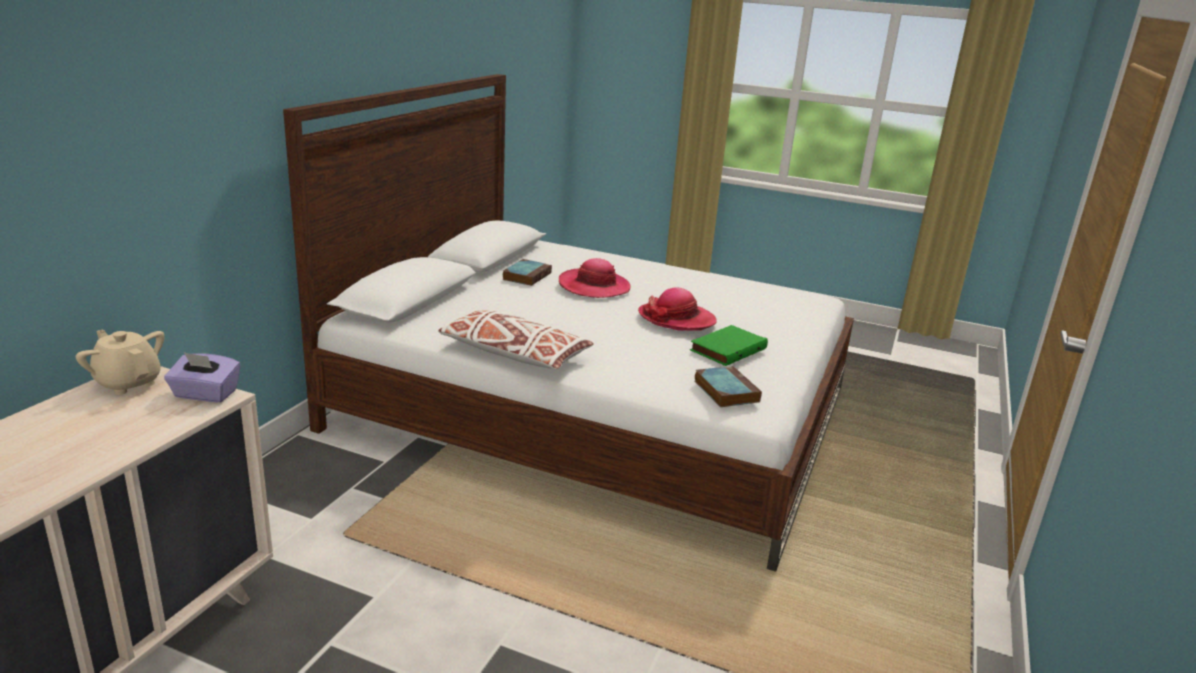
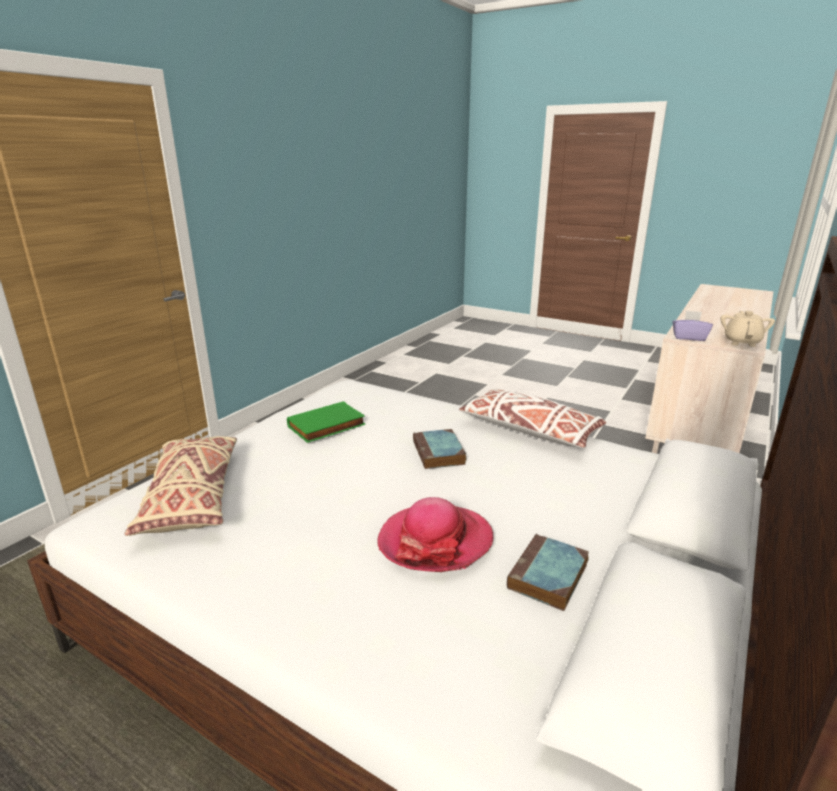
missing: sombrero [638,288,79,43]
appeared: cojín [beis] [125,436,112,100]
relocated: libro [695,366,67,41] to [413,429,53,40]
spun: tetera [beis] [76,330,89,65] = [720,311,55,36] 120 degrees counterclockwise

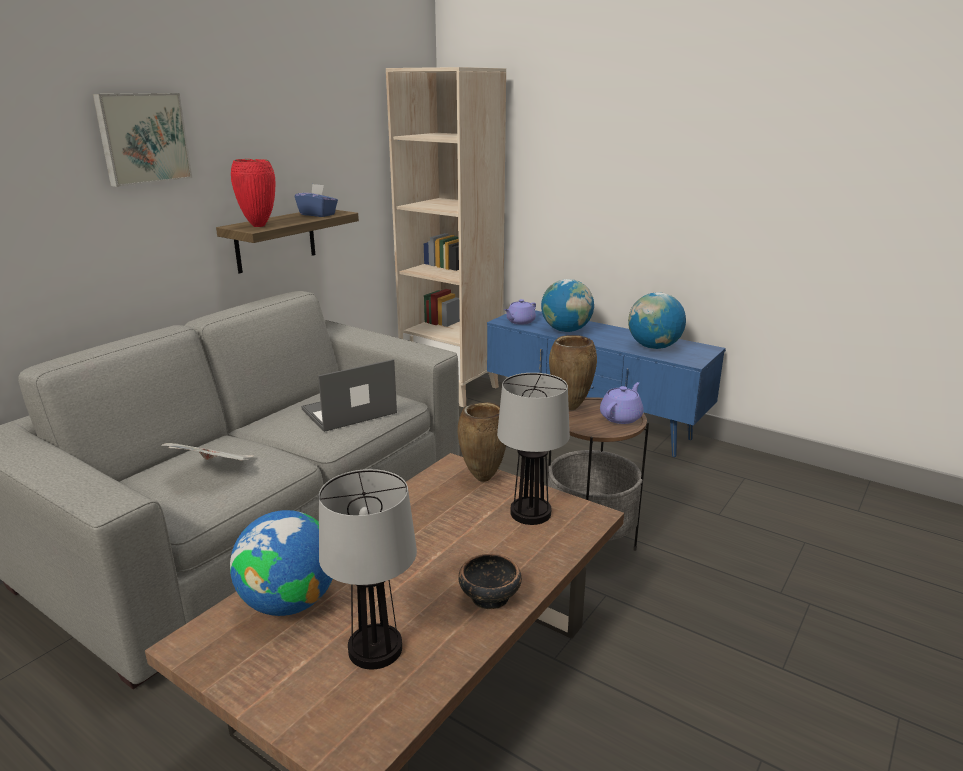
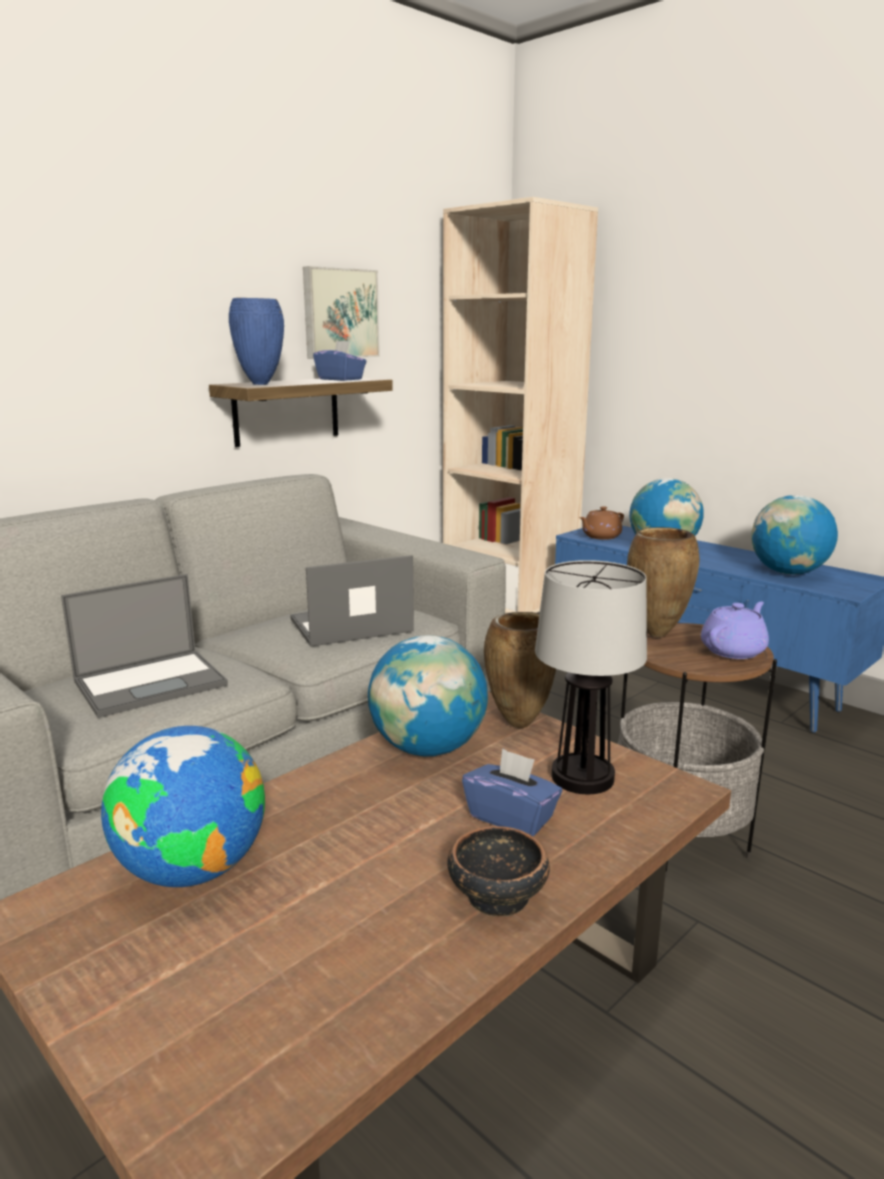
missing: lámpara de mesa [319,469,98,201]
appeared: globo terráqueo [368,635,120,121]; caja de pañuelos [azul] [462,748,100,89]
relocated: cuadro [93,93,99,94] to [303,266,77,93]
exchanged: periódico [161,443,92,17] to portátil [61,574,167,144]
colour: florero [rojo] [231,159,45,68] to florero [azul] [229,298,55,87]; tetera [morado] [504,299,32,26] to tetera [marrón] [579,506,45,34]

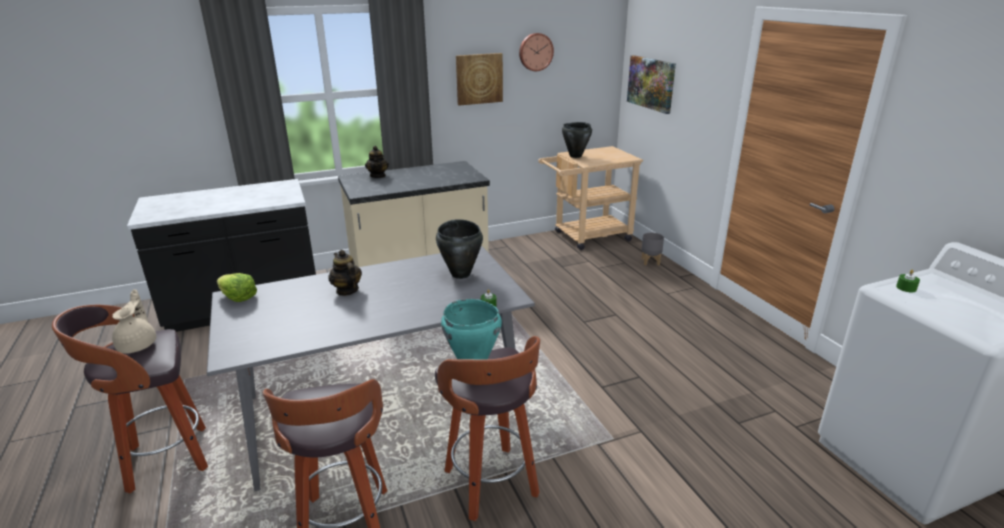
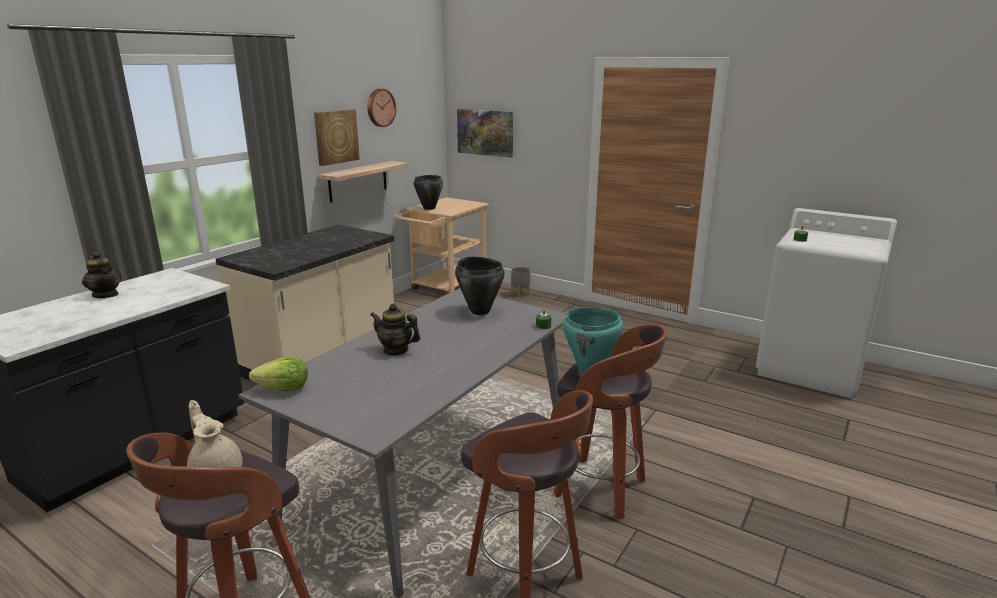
appeared: estante [319,161,90,42]
relocated: tetera [365,146,24,32] to [82,252,39,46]

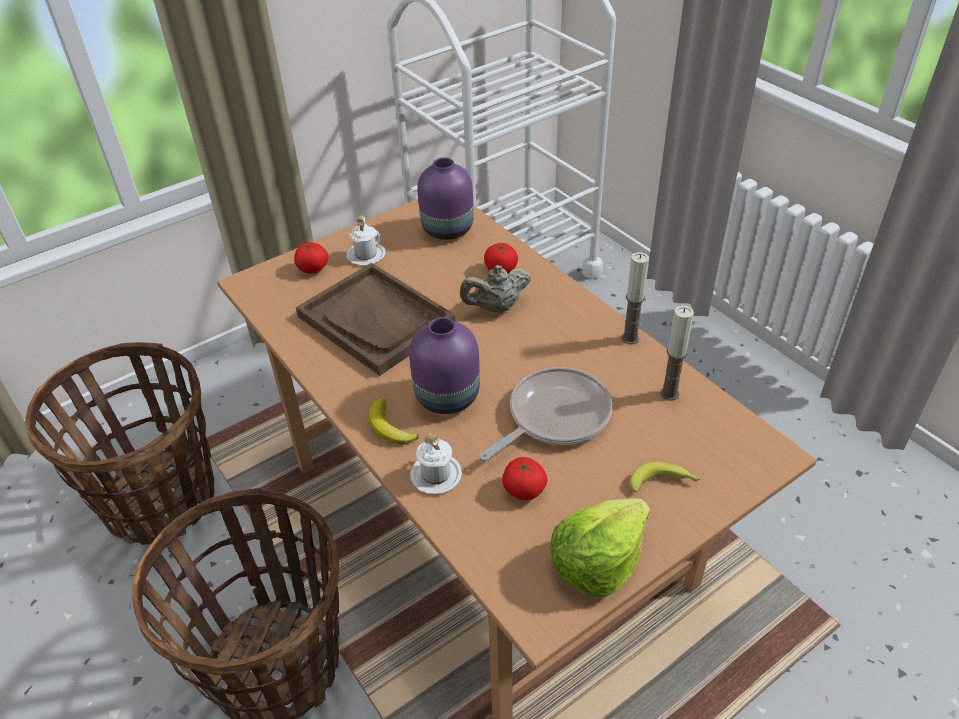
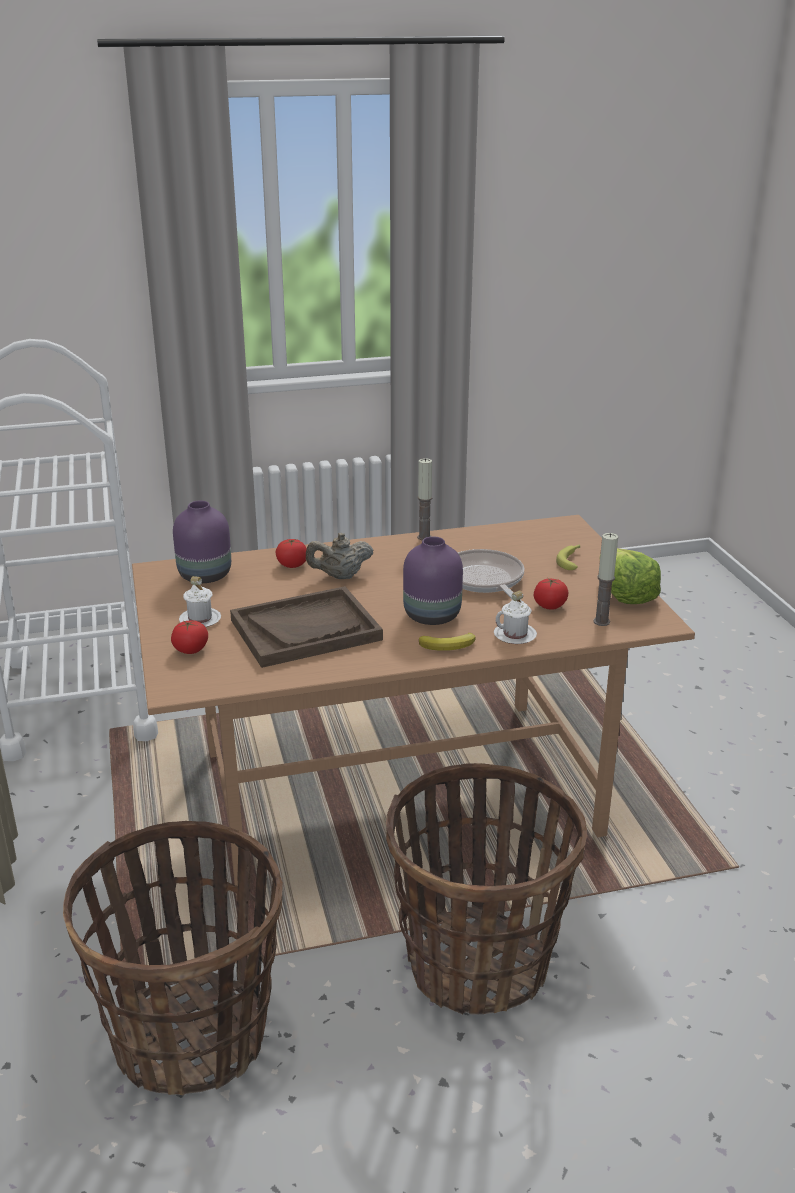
relocated: vela [660,306,34,95] to [593,533,25,93]
spun: tetera [beis] [460,265,71,47] = [306,533,67,46] 75 degrees clockwise

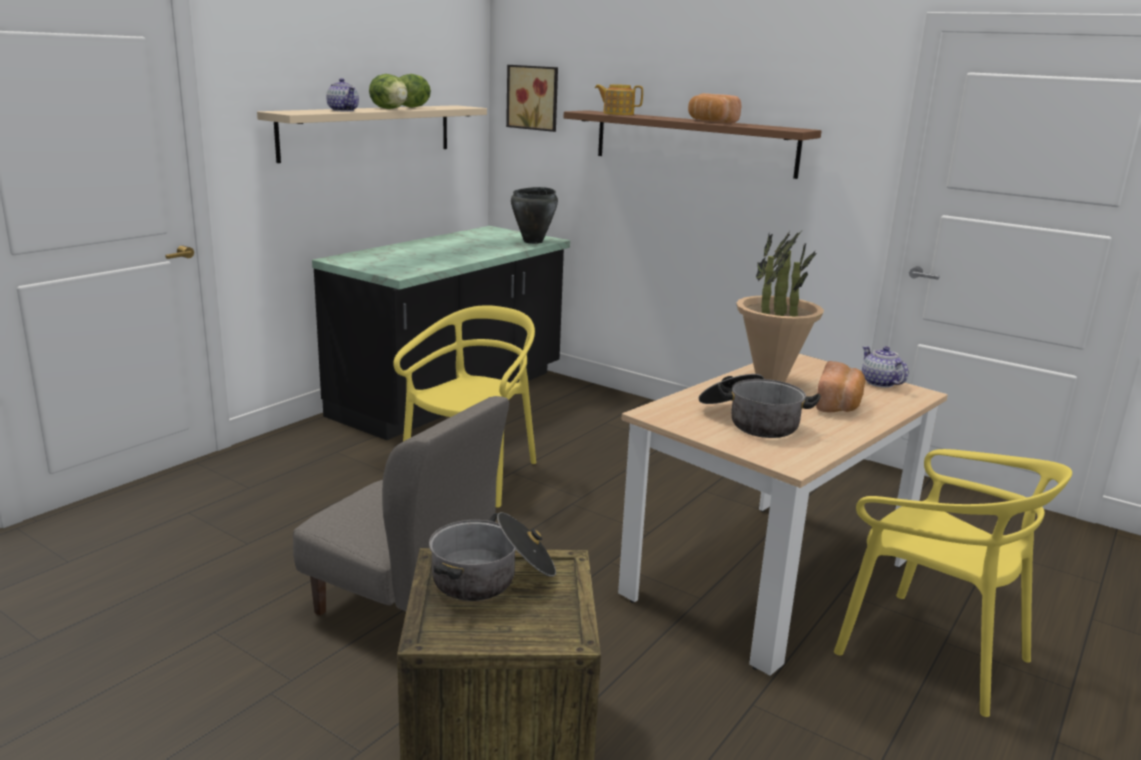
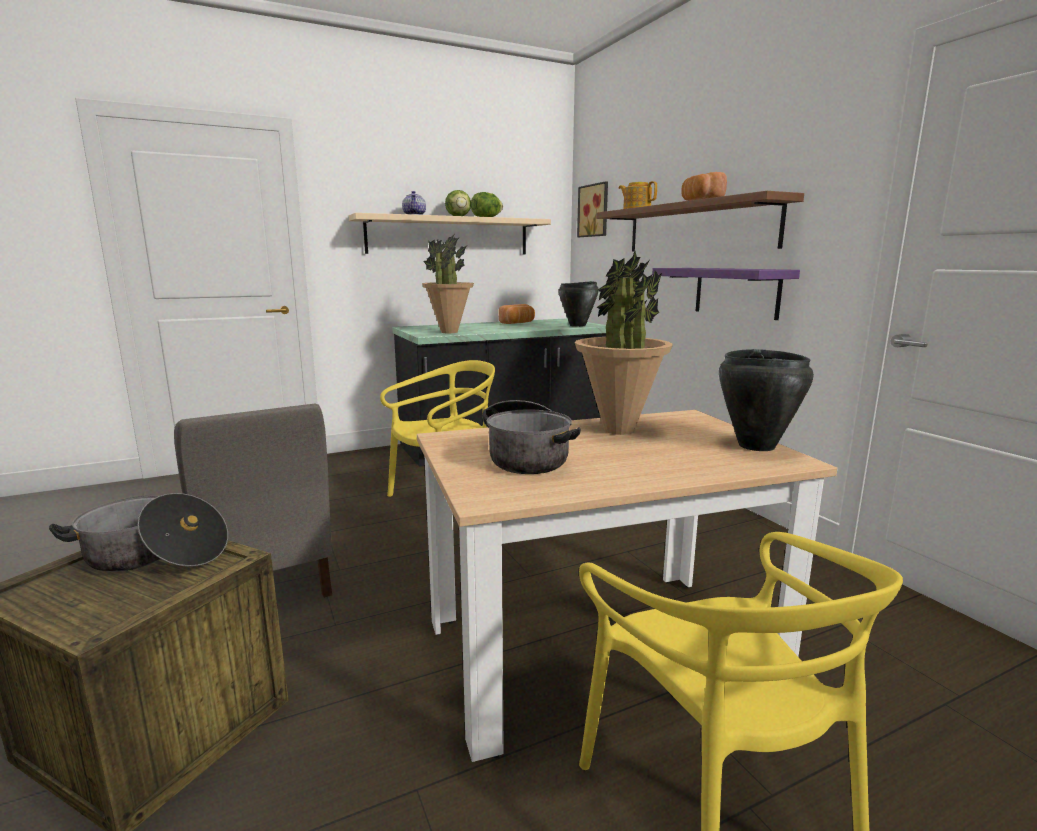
appeared: planta en maceta [422,234,52,99]; estante [morado] [652,268,148,52]
relocated: pan [816,361,49,51] to [498,304,37,20]
exchanged: tetera [862,346,46,42] to olla [negro] [719,349,95,102]

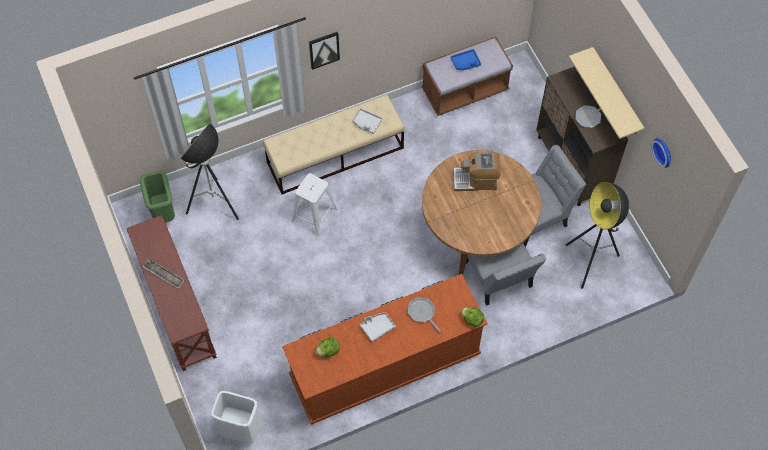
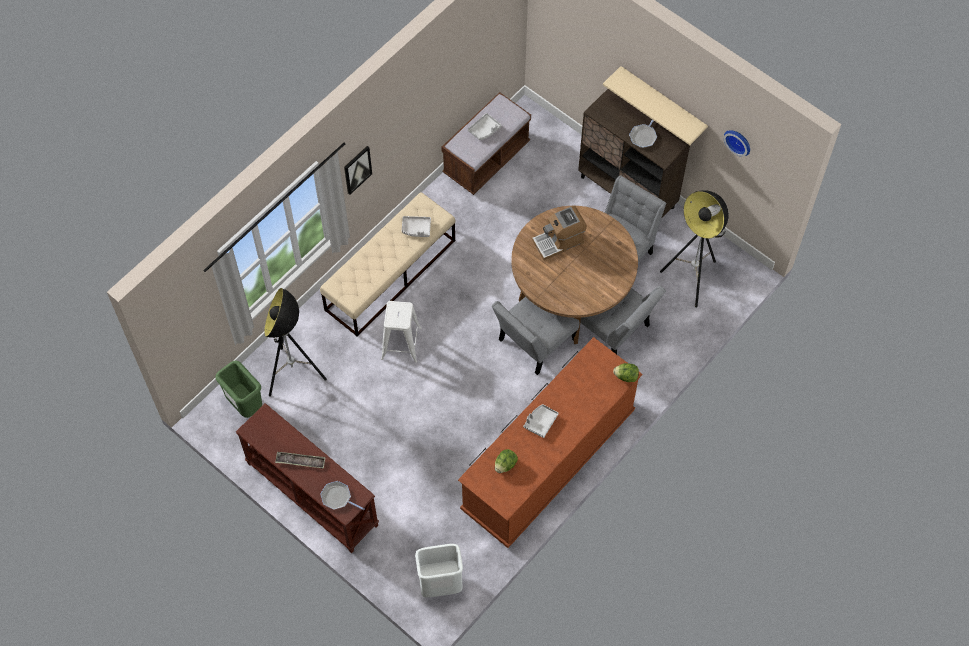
appeared: silla [gris] [492,296,87,79]
relocated: sartén [408,297,33,35] to [320,481,45,29]
colour: bandeja [azul] [451,49,30,21] to bandeja [gris] [468,113,34,27]

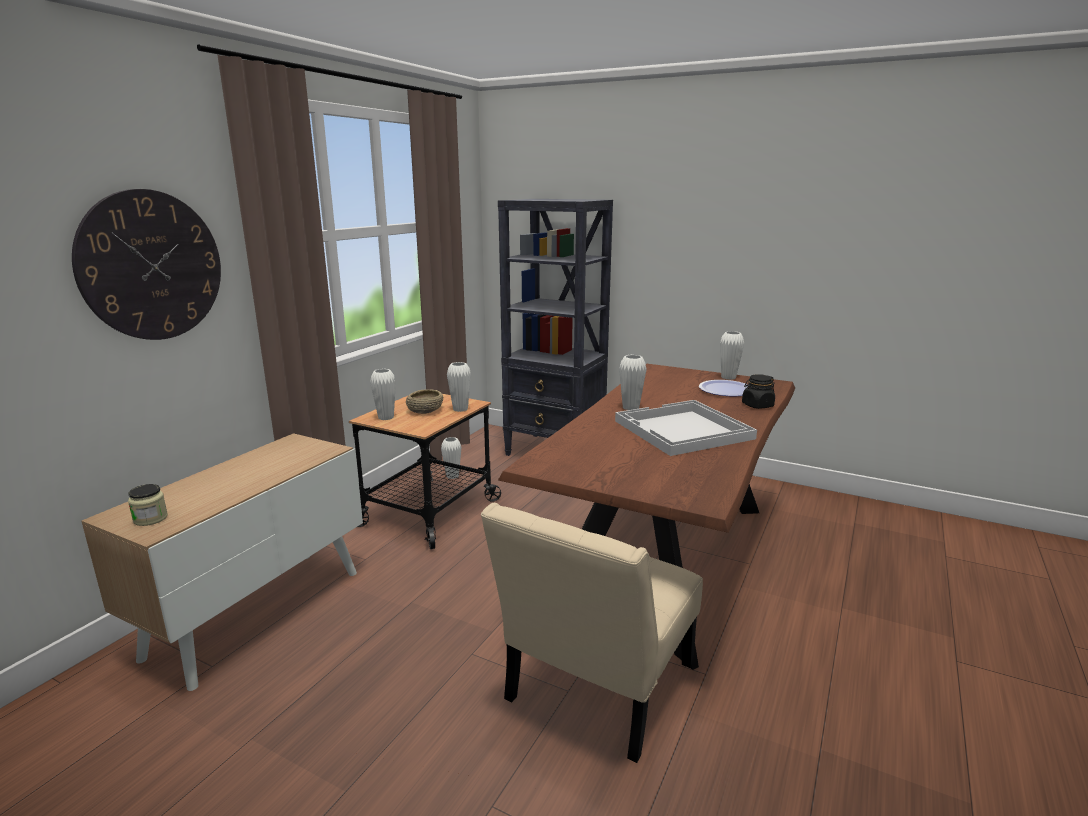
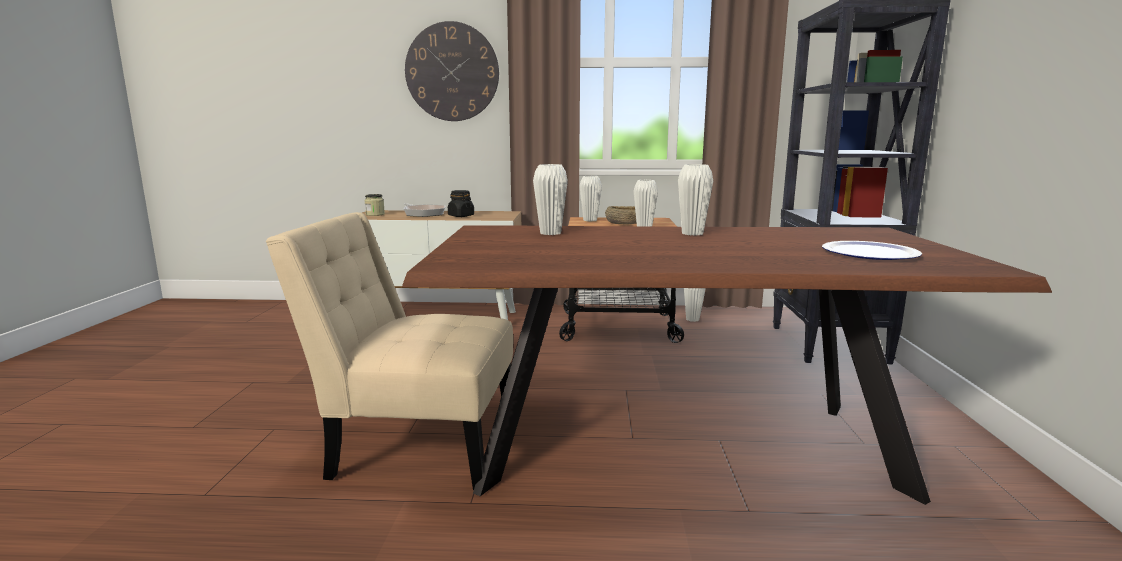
missing: bandeja [blanco] [615,400,142,56]
appeared: sartén [403,203,43,14]
relocated: florero [blanco] [720,331,24,49] to [533,164,35,71]; tarro [negro] [742,374,33,35] to [448,190,26,27]

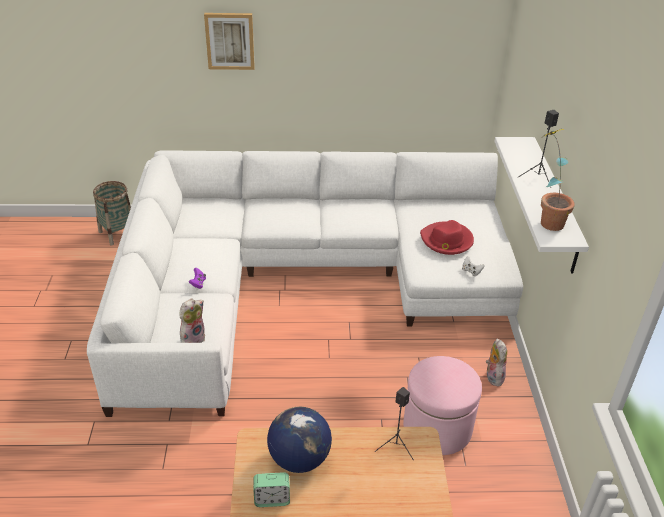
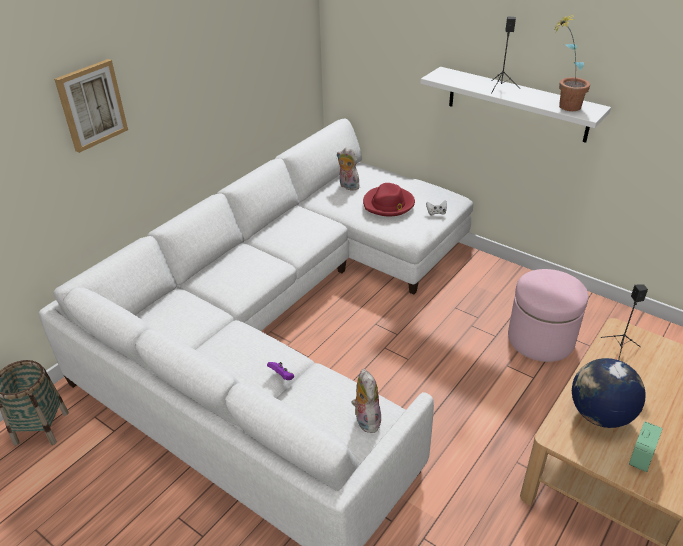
relocated: peluche [486,338,21,49] to [337,148,23,43]

